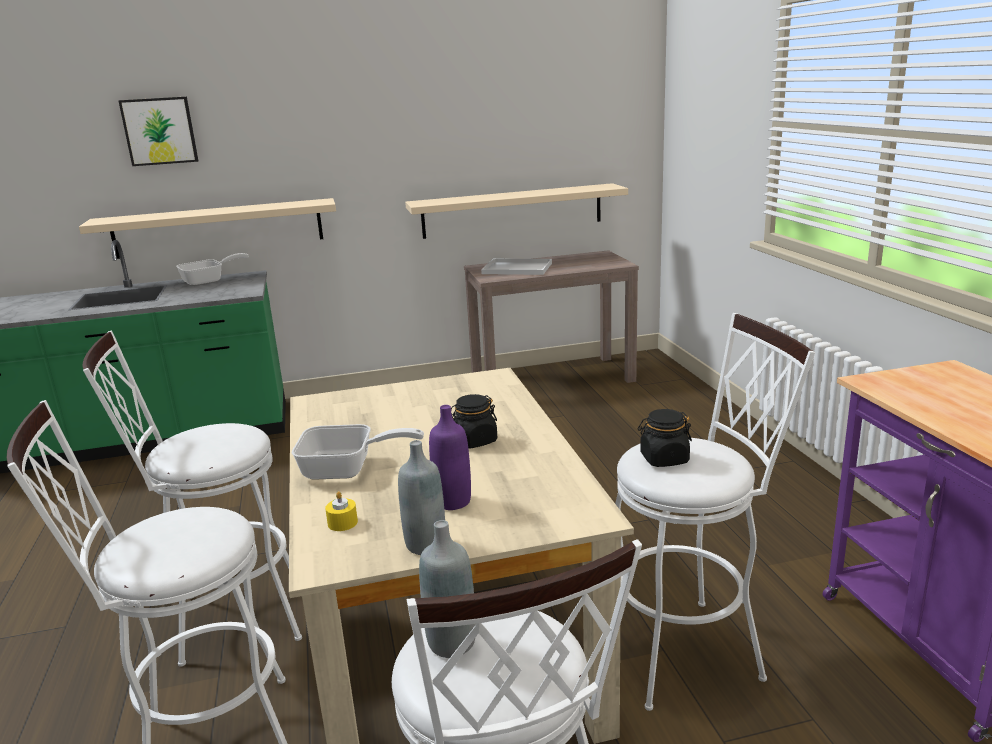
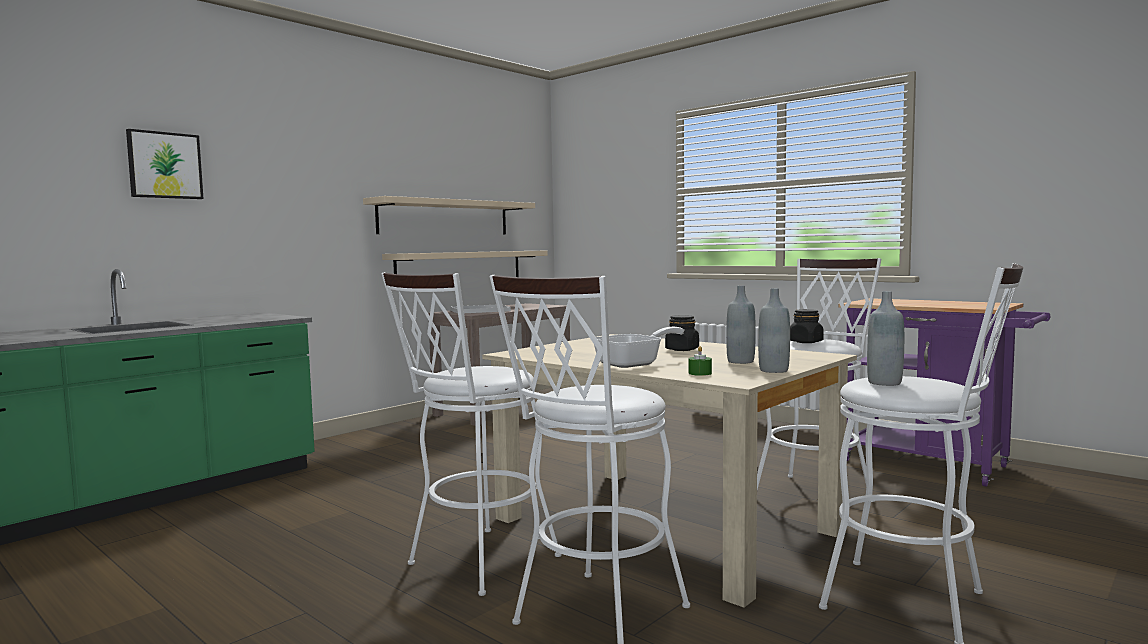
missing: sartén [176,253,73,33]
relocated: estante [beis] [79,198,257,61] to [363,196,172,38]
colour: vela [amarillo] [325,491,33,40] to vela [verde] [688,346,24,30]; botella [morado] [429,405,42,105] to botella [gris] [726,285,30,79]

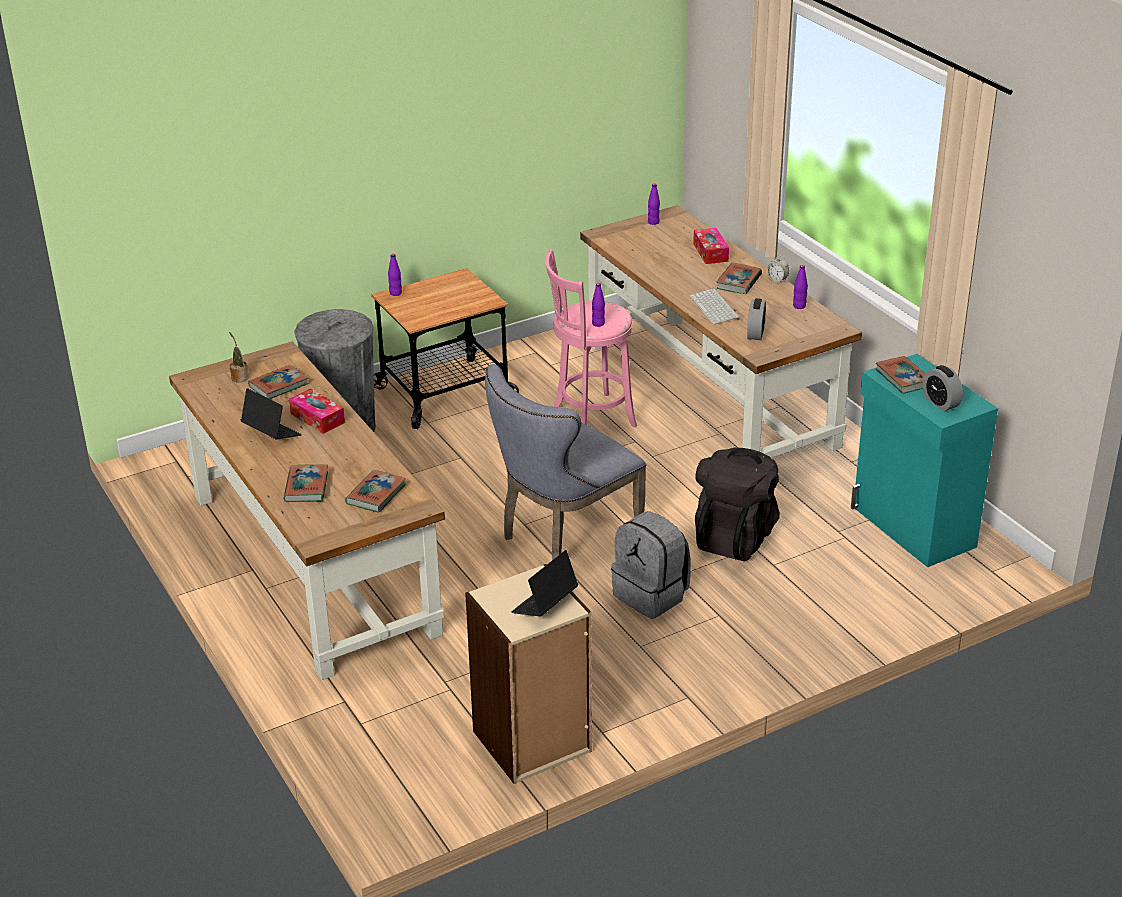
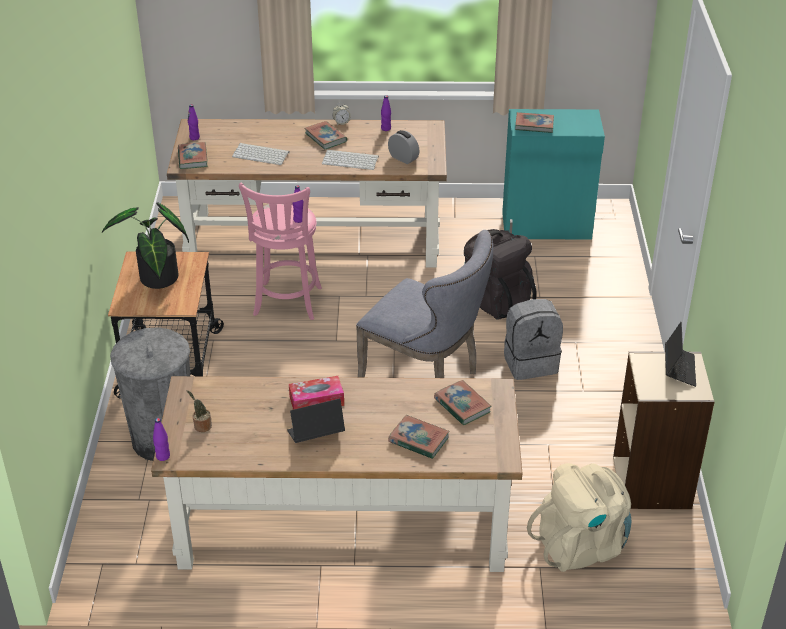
missing: caja de pañuelos [693,228,36,36]; despertador [923,365,40,46]
appeared: planta en maceta [102,202,87,87]; teclado [232,143,58,22]; mochila [beis] [527,463,104,109]
relocated: libro [248,365,61,34] to [178,142,30,27]; botella [morado] [388,254,14,42] to [153,418,17,43]
spun: silla [gris] [485,364,161,196] = [356,230,137,148] 45 degrees counterclockwise; portátil [512,550,66,67] = [665,322,31,65] 150 degrees counterclockwise

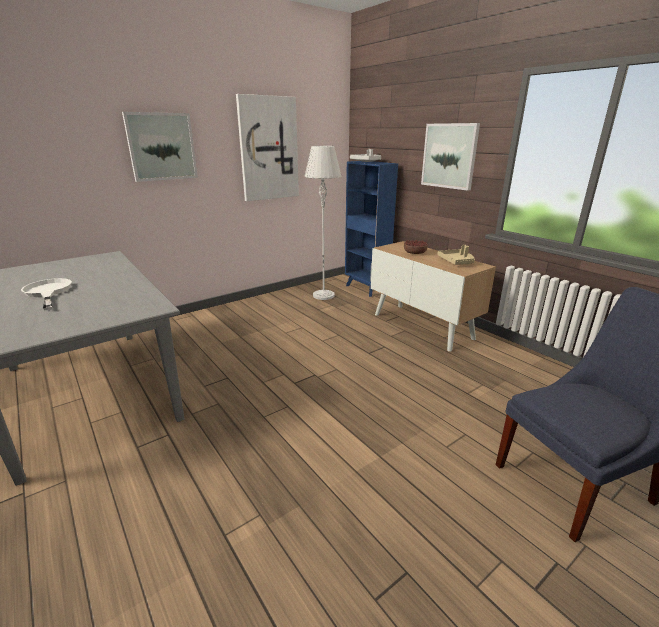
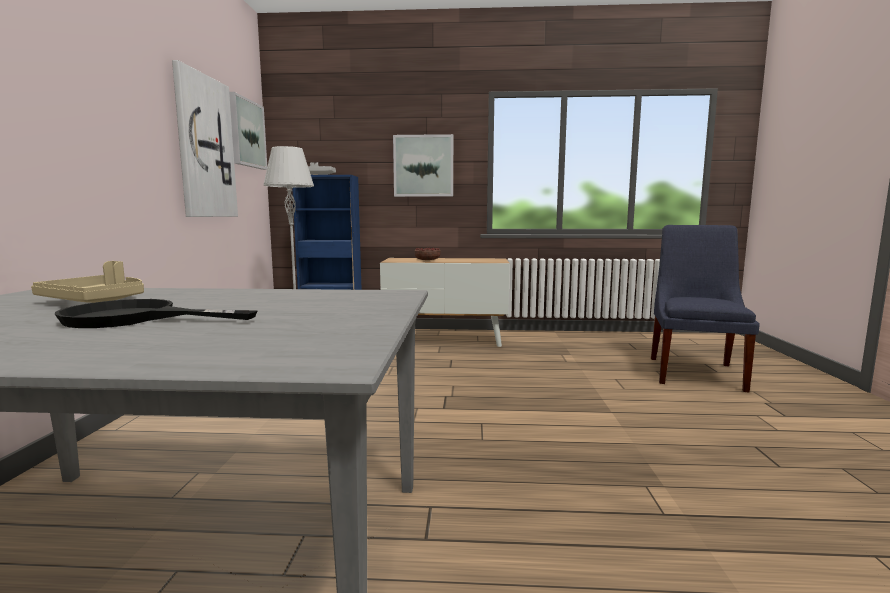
relocated: cuadro [122,112,76,70] to [229,92,38,78]; bandeja [beis] [437,245,38,20] to [31,261,113,42]
colour: sartén [blanco] [21,278,51,32] to sartén [negro] [55,299,202,29]

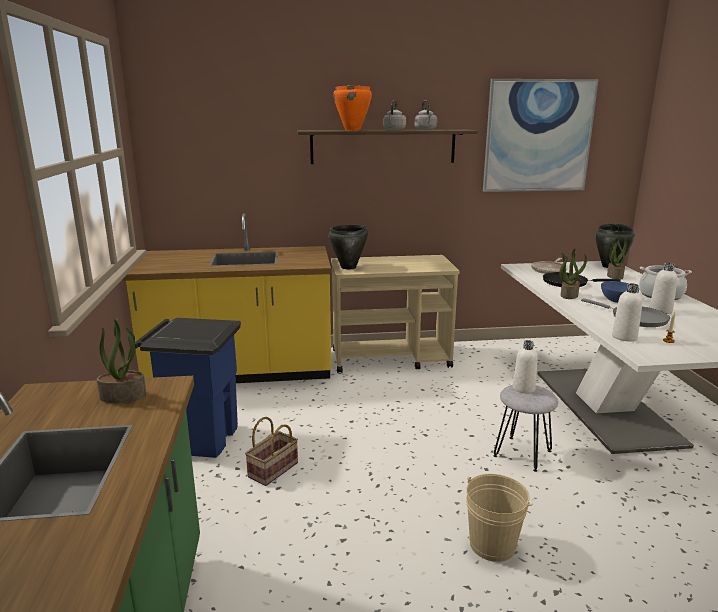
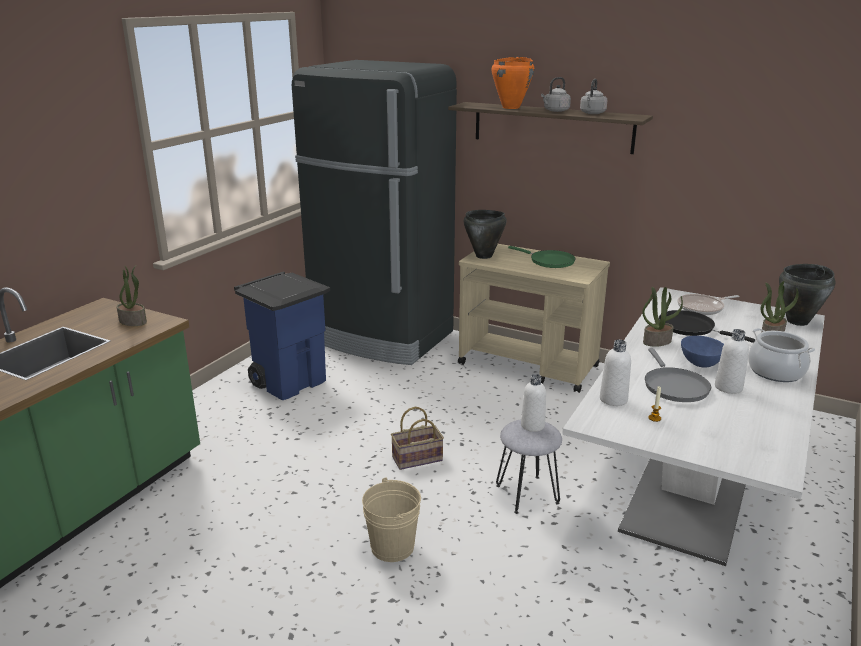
missing: cuadro [483,79,116,113]
appeared: sartén [verde] [508,246,68,22]
relocated: cesta [245,417,53,69] to [391,407,53,63]
exchanged: mueble bajo de cocina [amarillo] [123,213,208,170] to nevera [negro] [292,60,165,305]

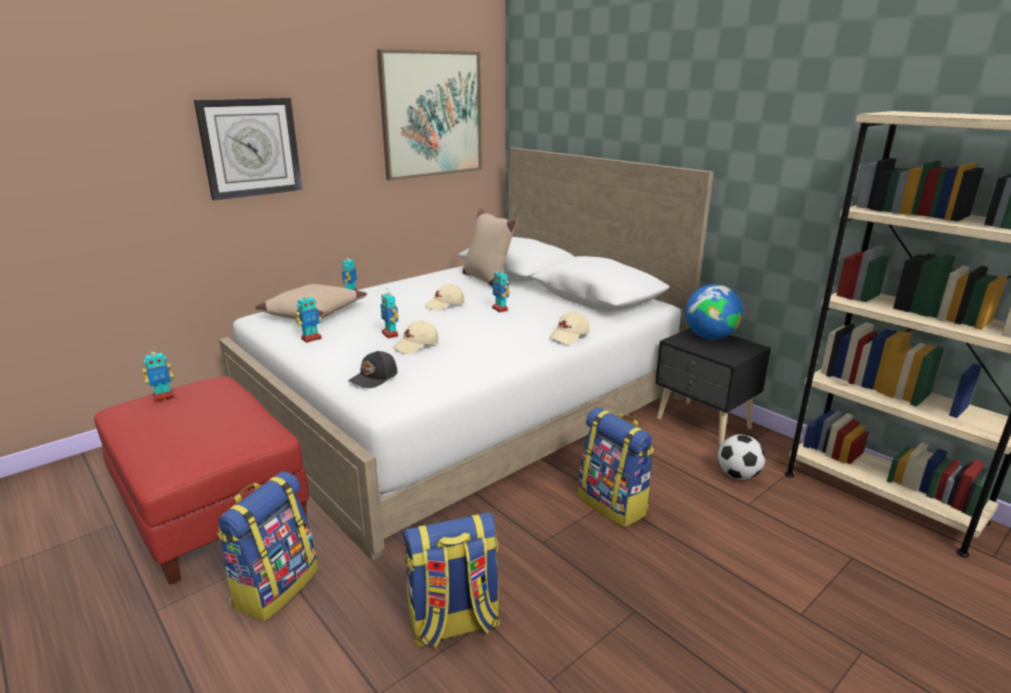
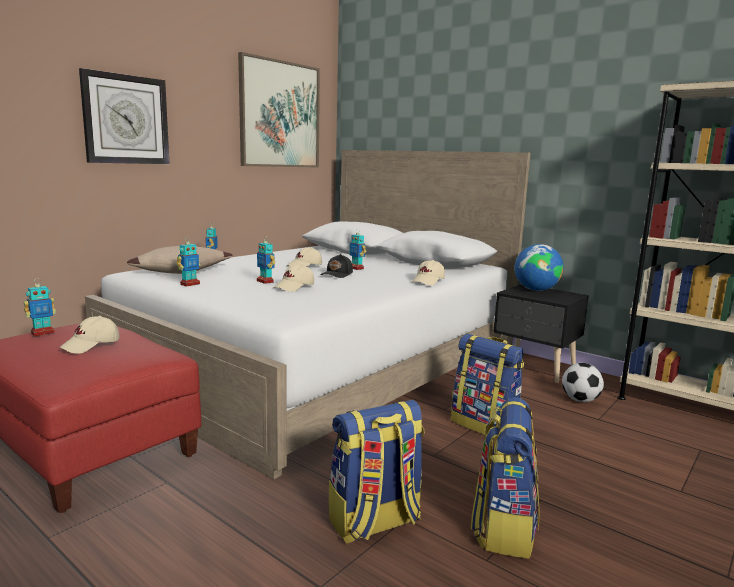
missing: cojín [beis] [462,208,55,80]
appeared: gorra [beis] [59,316,61,38]
relocated: mochila [217,472,101,149] to [471,397,69,162]; gorra [negro] [348,351,49,37] to [320,254,33,24]

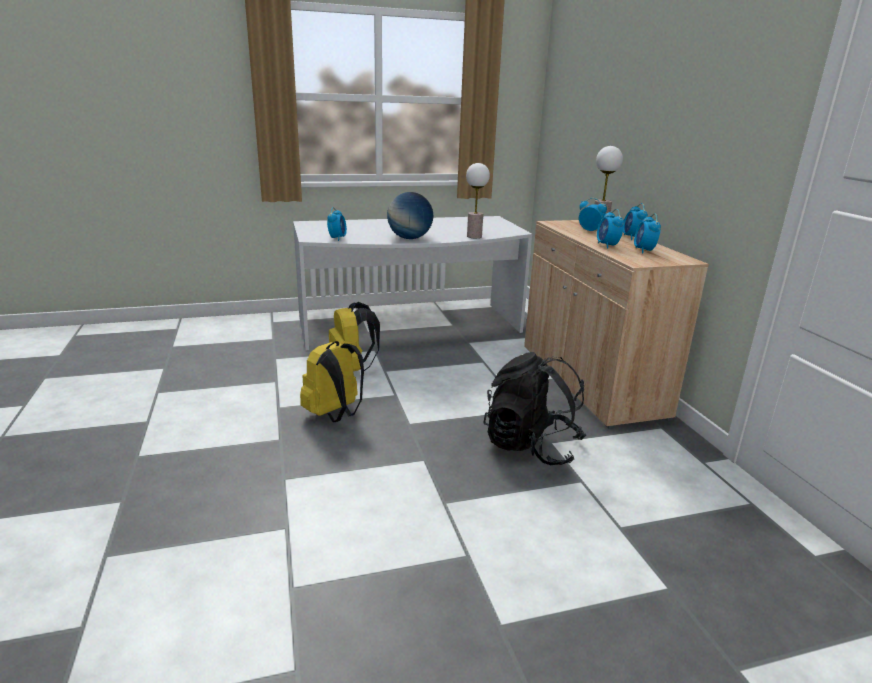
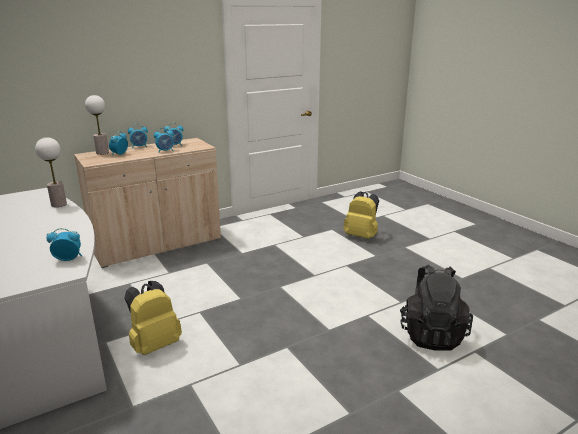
missing: globo terráqueo [387,192,46,47]
relocated: mochila [amarillo] [300,341,64,81] to [343,191,36,48]; mochila [negro] [483,352,103,113] to [400,265,73,86]

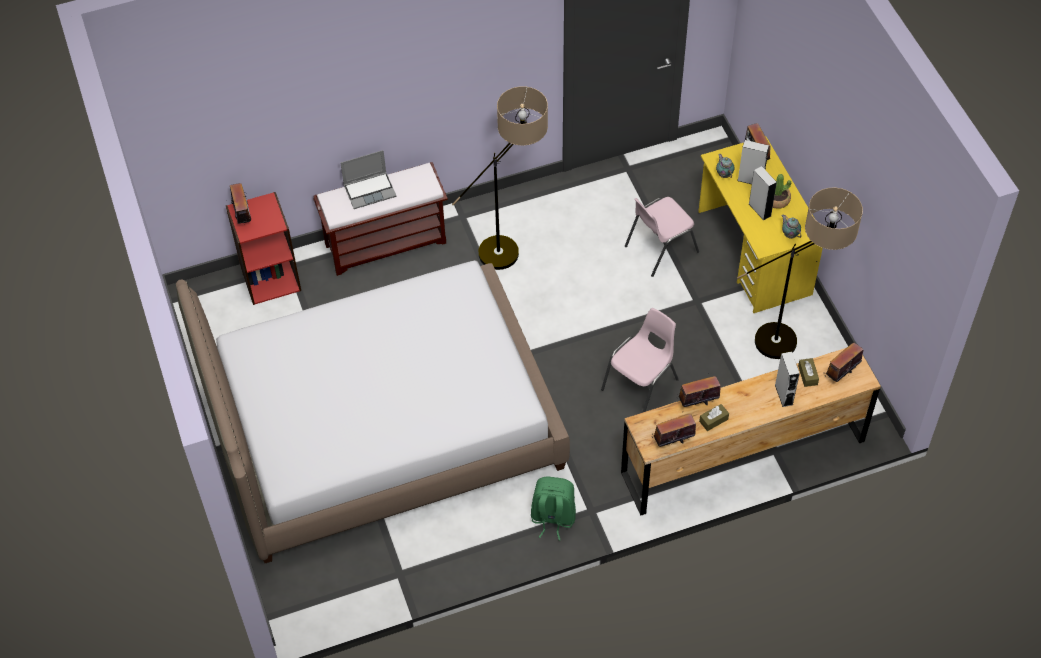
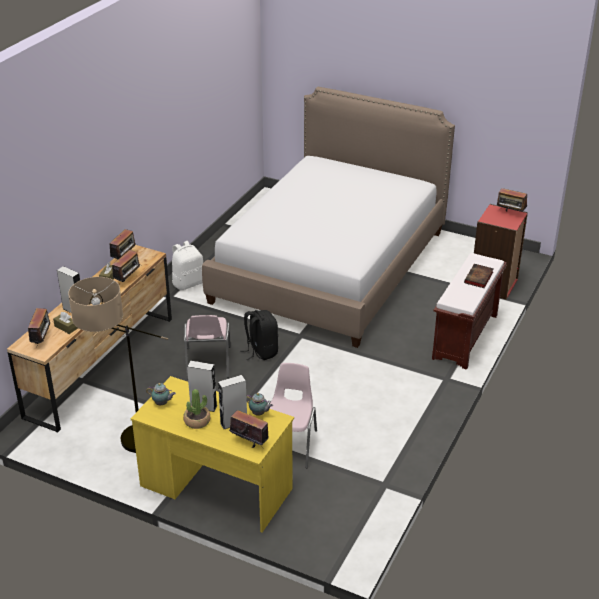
missing: lámpara de pie [452,86,96,184]
appeared: mochila [negro] [240,310,38,51]
exchanged: portátil [340,150,56,59] to libro [464,264,30,24]
colour: mochila [verde] [531,477,45,64] to mochila [blanco] [172,241,31,49]

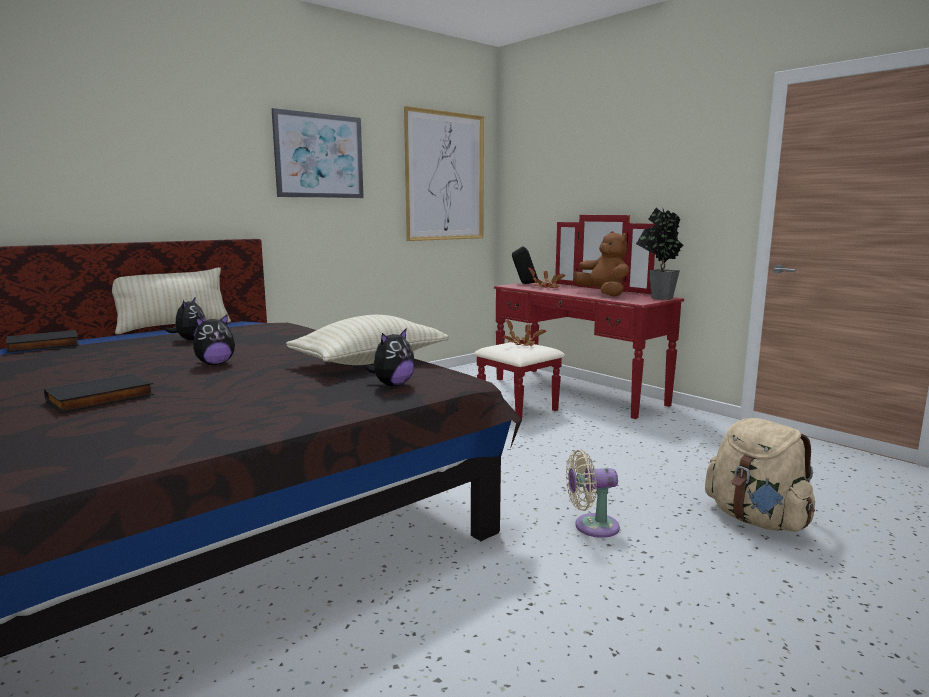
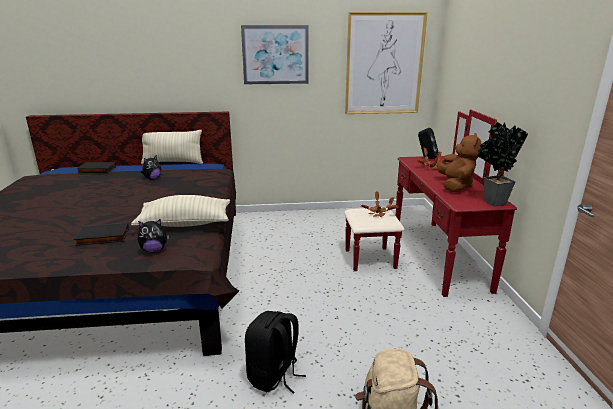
missing: peluche [193,315,42,50]
relocated: libro [negro] [44,373,111,40] to [74,223,55,23]
exchanged: ventilador [beis] [566,450,54,88] to mochila [negro] [245,311,61,83]

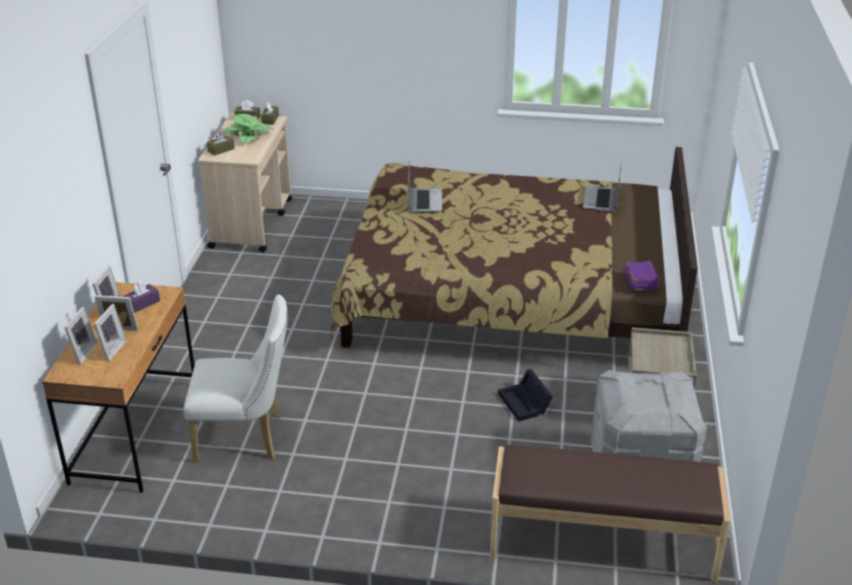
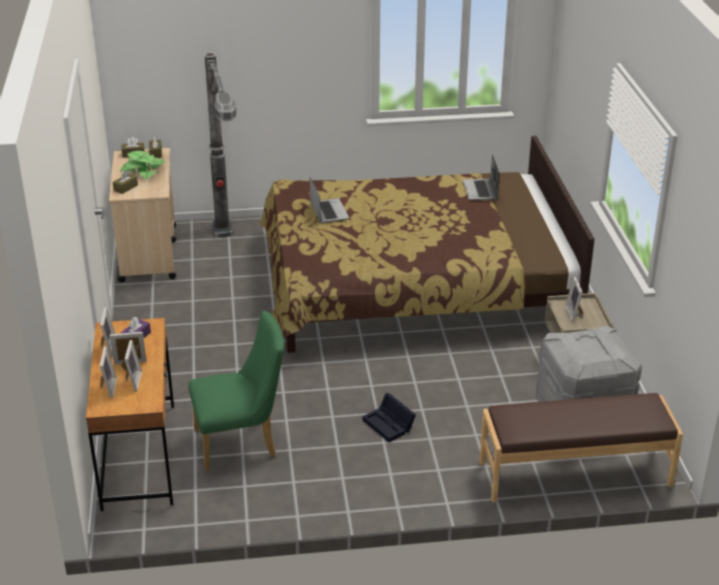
missing: libro [morado] [623,261,38,30]
appeared: lámpara de pie [205,53,31,185]; portarretratos [565,277,18,44]
relocated: caja de almacenaje [negro] [498,369,55,53] to [362,393,54,49]
colour: silla [blanco] [184,295,104,167] to silla [verde] [188,311,97,161]

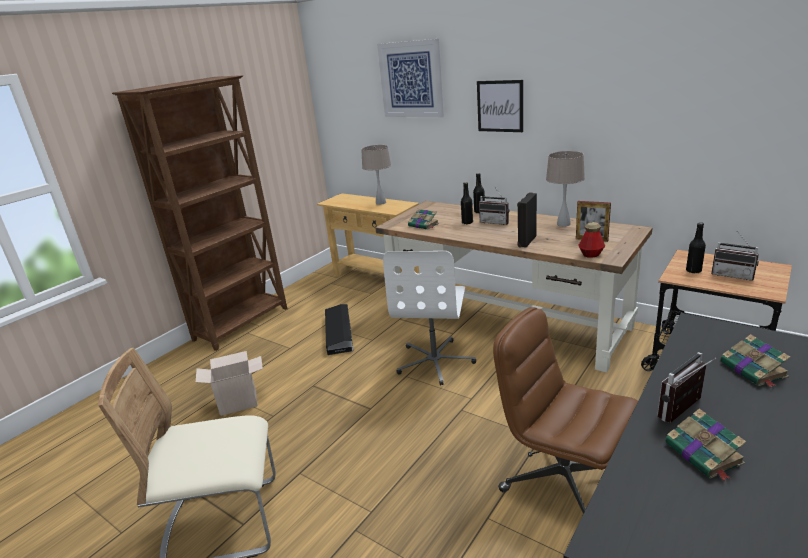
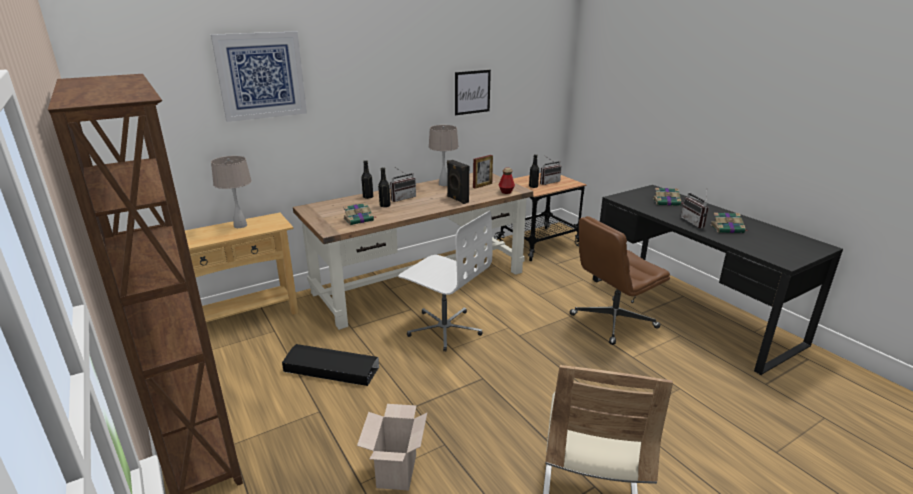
relocated: cuadro [477,80,46,52] to [455,70,36,45]

